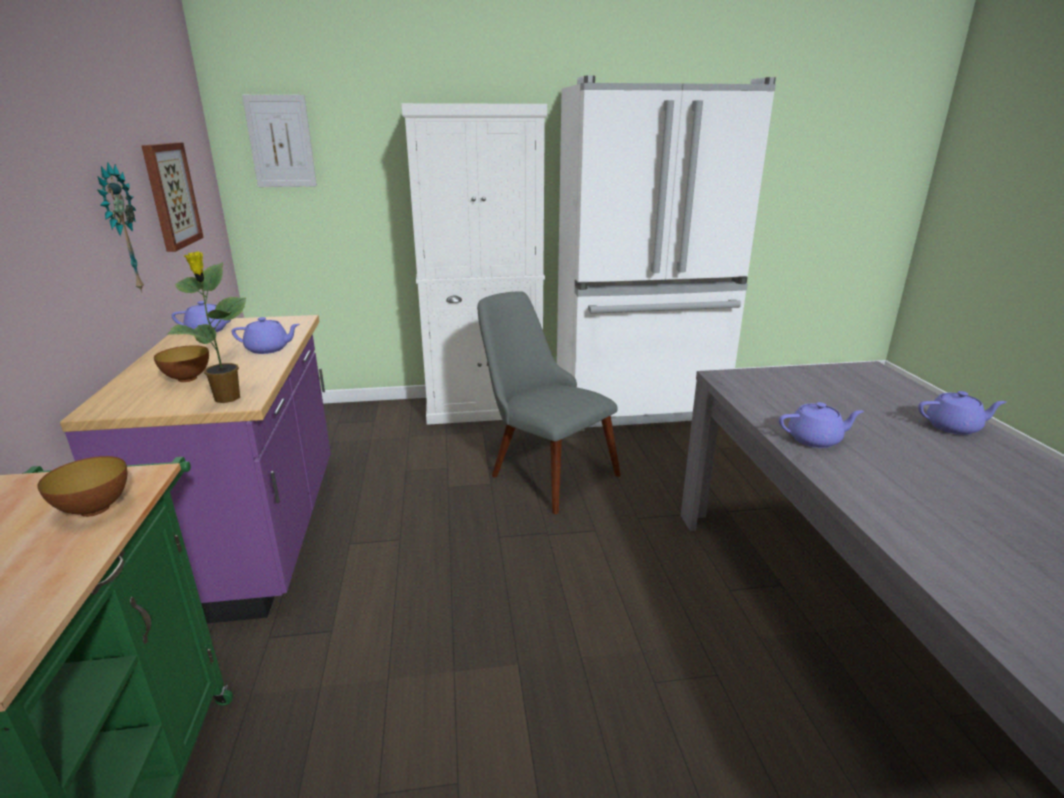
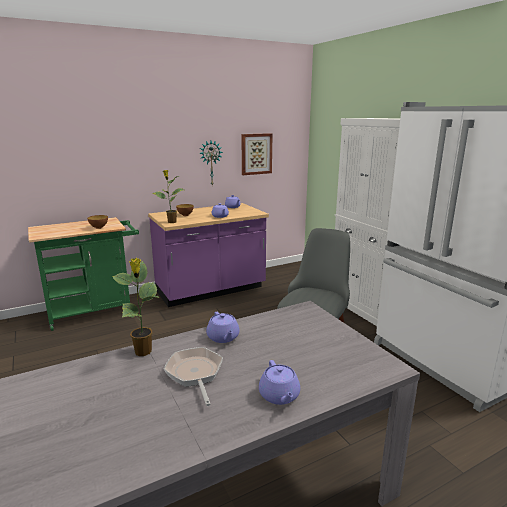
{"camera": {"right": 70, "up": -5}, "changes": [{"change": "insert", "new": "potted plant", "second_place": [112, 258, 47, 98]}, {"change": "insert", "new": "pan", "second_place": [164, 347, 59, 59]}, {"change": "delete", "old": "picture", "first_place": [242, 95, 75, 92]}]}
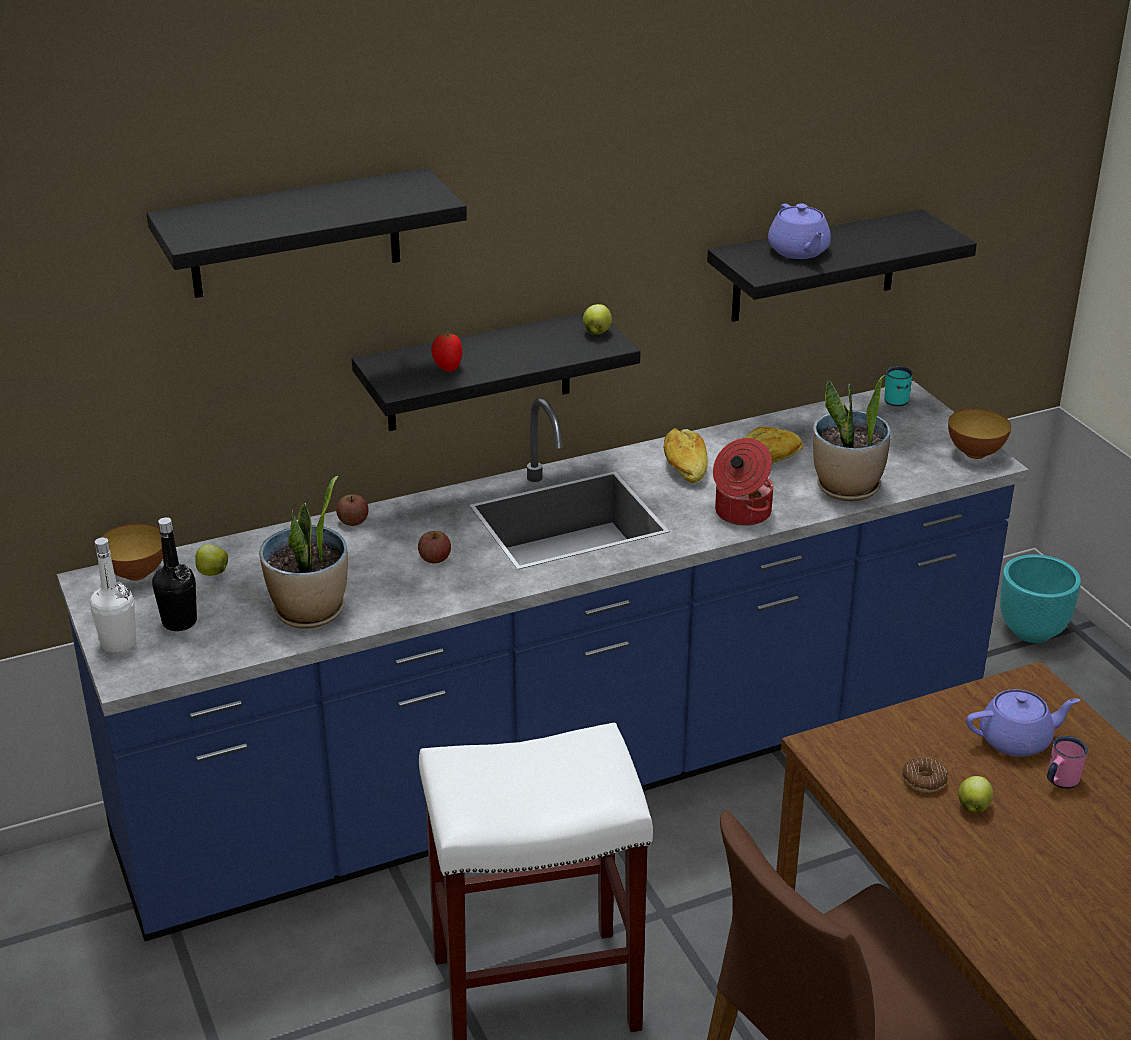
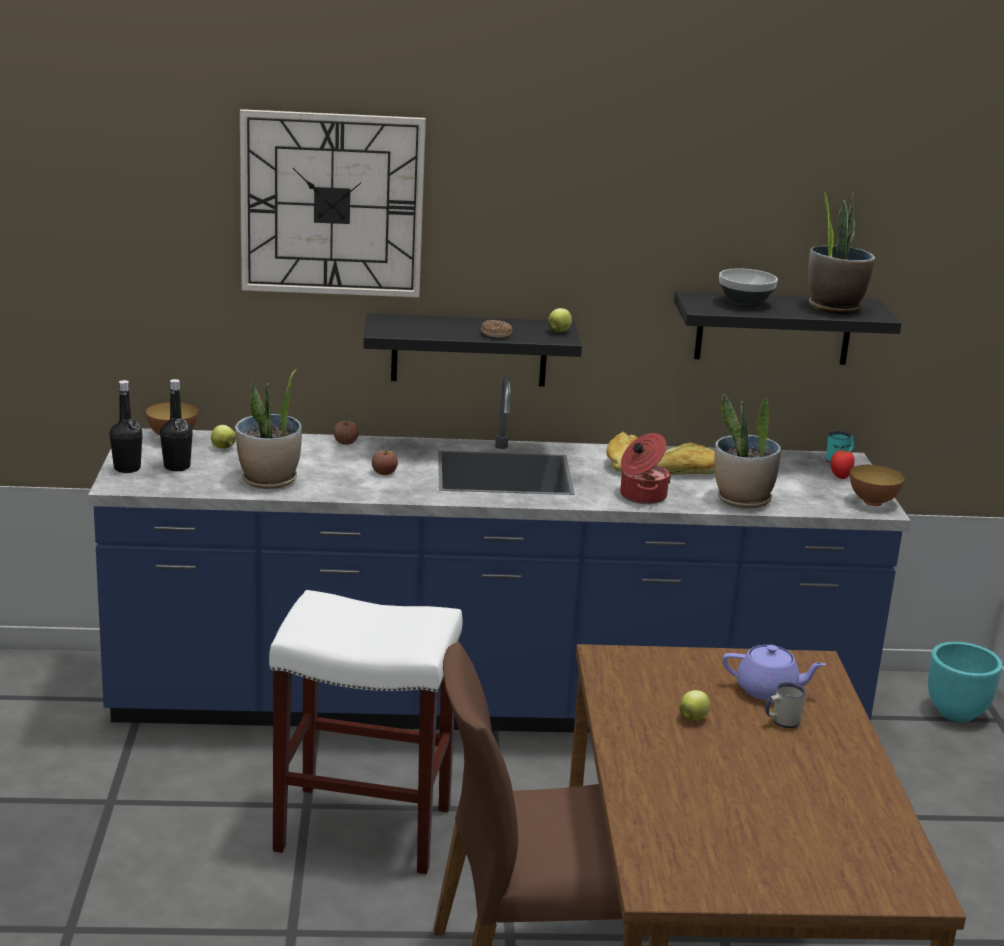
{"camera": {"right": 20, "up": -10}, "changes": [{"change": "recolor", "old": "drink bottle (white)", "new": "drink bottle (blackish)", "first_place": [90, 537, 46, 116], "second_place": [109, 380, 33, 93]}, {"change": "replace", "old": "wall shelf (blackish)", "new": "wall clock", "first_place": [146, 168, 321, 130], "second_place": [240, 109, 186, 188]}, {"change": "move", "old": "donut", "first_place": [902, 758, 46, 35], "second_place": [481, 320, 32, 18]}, {"change": "replace", "old": "pot for tea (purplish)", "new": "deep dish", "first_place": [768, 203, 63, 56], "second_place": [719, 268, 59, 40]}, {"change": "recolor", "old": "coffee mug (pink)", "new": "coffee mug (white)", "first_place": [1047, 736, 41, 53], "second_place": [765, 682, 41, 46]}, {"change": "insert", "new": "potted plant", "second_place": [808, 188, 67, 127]}, {"change": "move", "old": "whole tomato", "first_place": [431, 333, 31, 39], "second_place": [831, 450, 24, 29]}]}
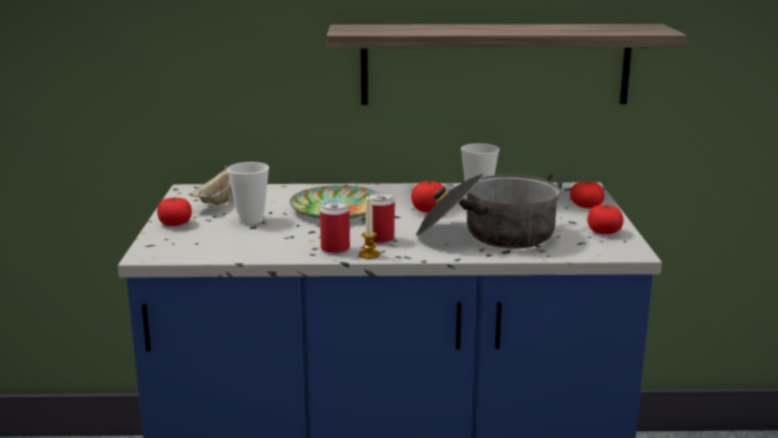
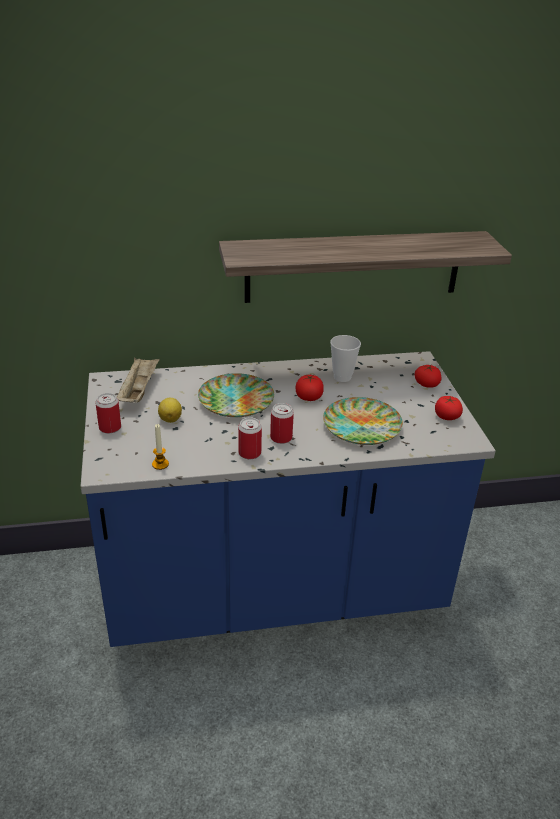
{"camera": {"right": -10, "up": 15}, "changes": [{"change": "replace", "old": "whole tomato", "new": "can", "first_place": [157, 197, 35, 29], "second_place": [95, 393, 26, 40]}, {"change": "move", "old": "wax candle", "first_place": [359, 196, 21, 63], "second_place": [152, 424, 17, 46]}, {"change": "replace", "old": "cup", "new": "lemon", "first_place": [227, 162, 42, 62], "second_place": [158, 398, 24, 25]}, {"change": "replace", "old": "stockpot", "new": "flat dish", "first_place": [416, 173, 147, 76], "second_place": [323, 397, 80, 48]}]}
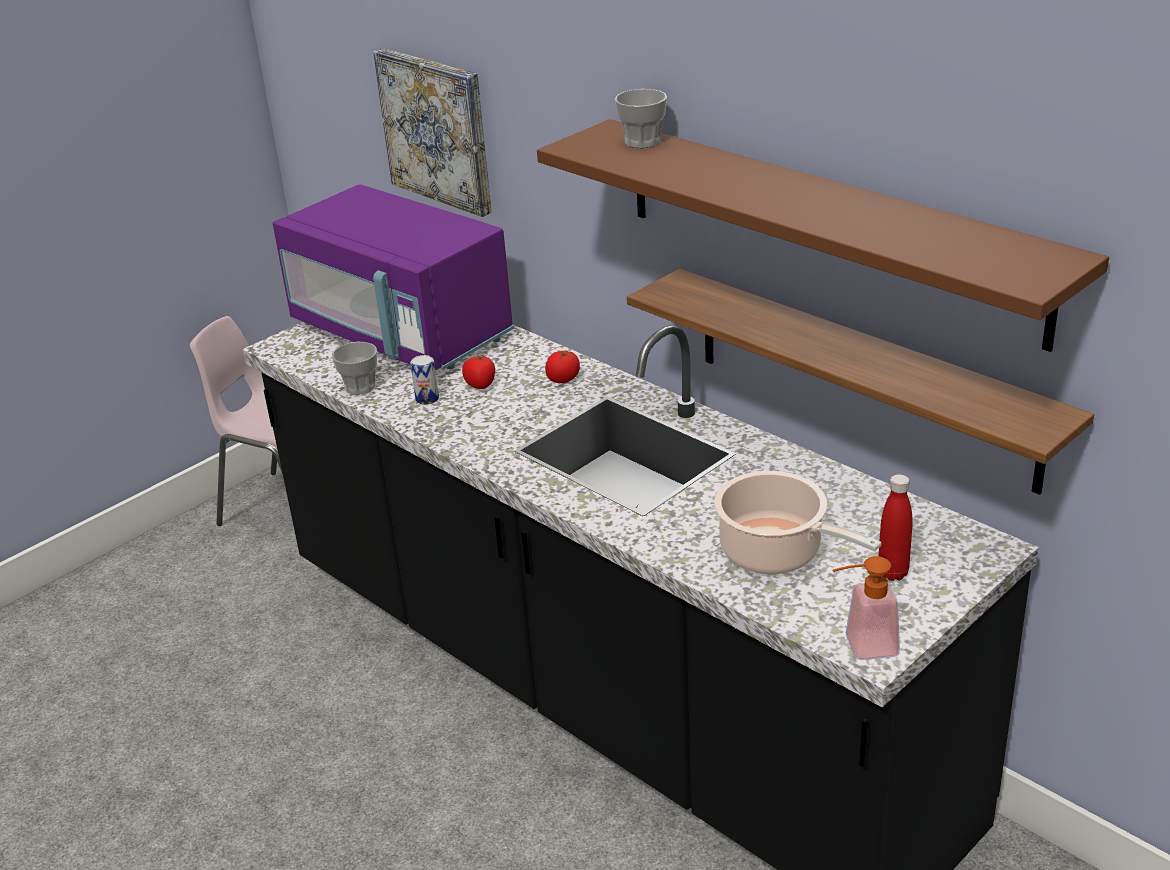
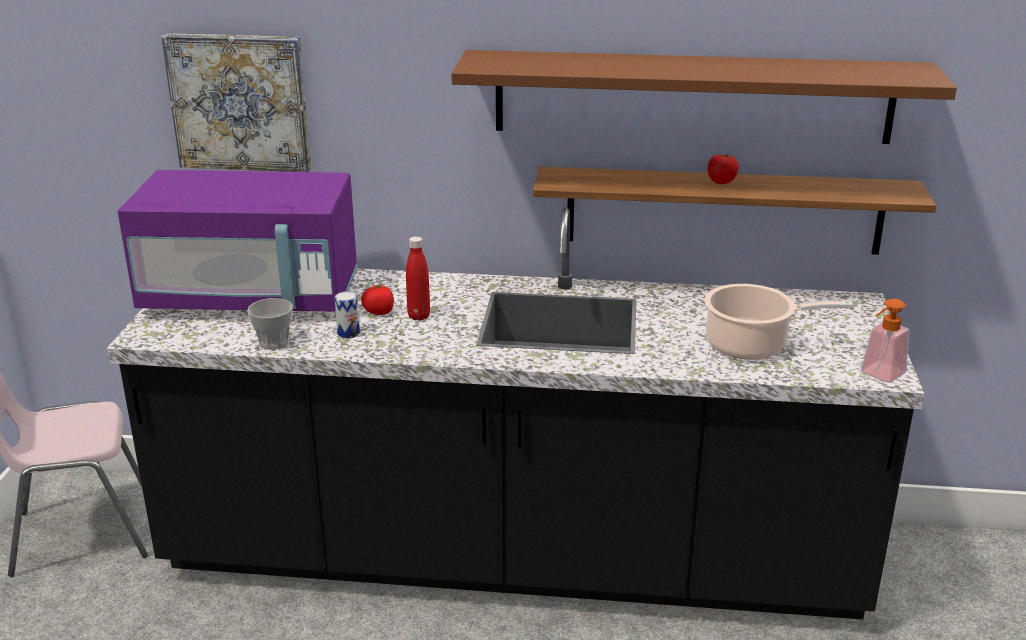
{"camera": {"right": -40, "up": -5}, "changes": [{"change": "move", "old": "drink bottle (red-coloured)", "first_place": [878, 474, 35, 107], "second_place": [406, 236, 24, 85]}, {"change": "move", "old": "whole tomato", "first_place": [545, 351, 35, 32], "second_place": [708, 154, 31, 30]}, {"change": "delete", "old": "cup", "first_place": [615, 89, 52, 59]}]}
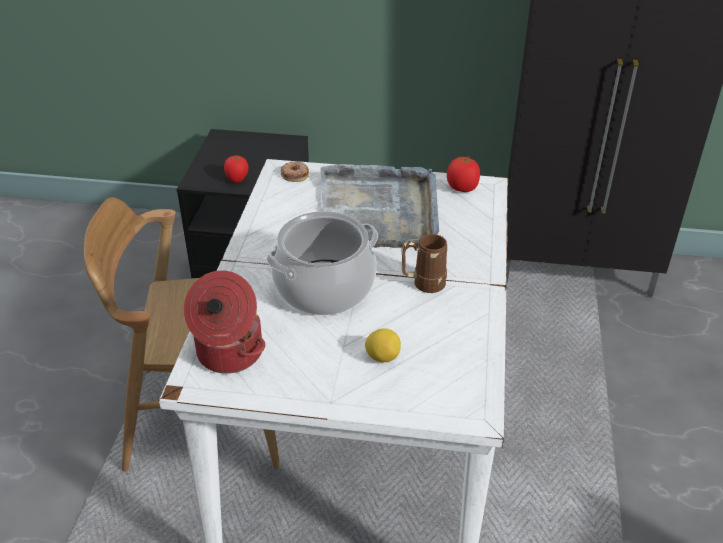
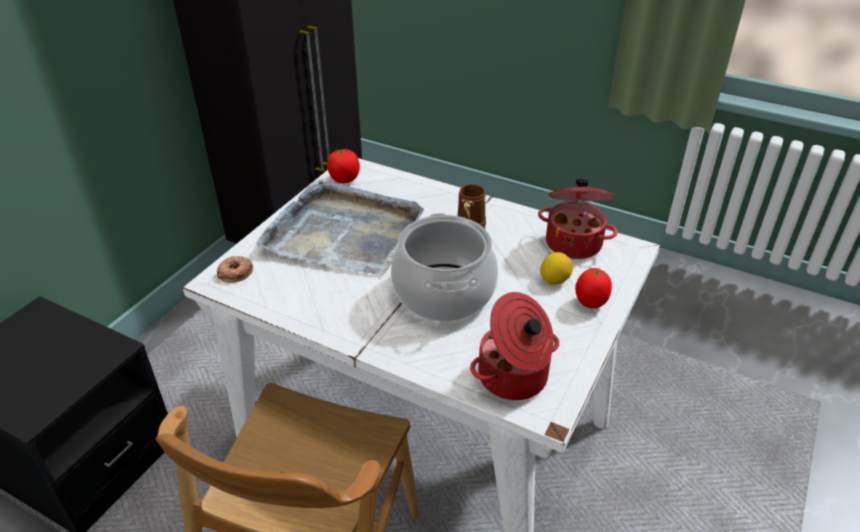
{"camera": {"right": -70, "up": 0}, "changes": [{"change": "insert", "new": "stockpot", "second_place": [538, 179, 80, 80]}, {"change": "move", "old": "whole tomato", "first_place": [224, 156, 25, 27], "second_place": [575, 268, 37, 40]}]}
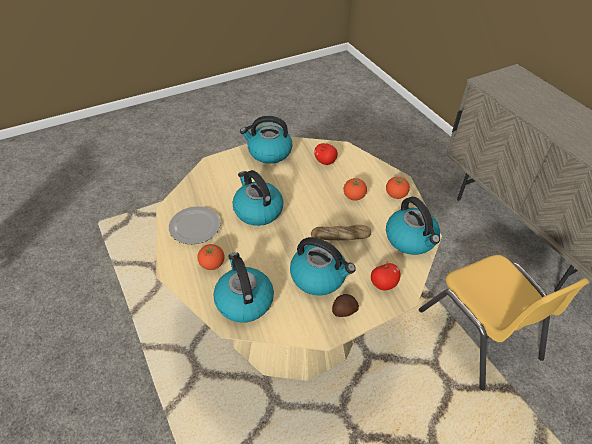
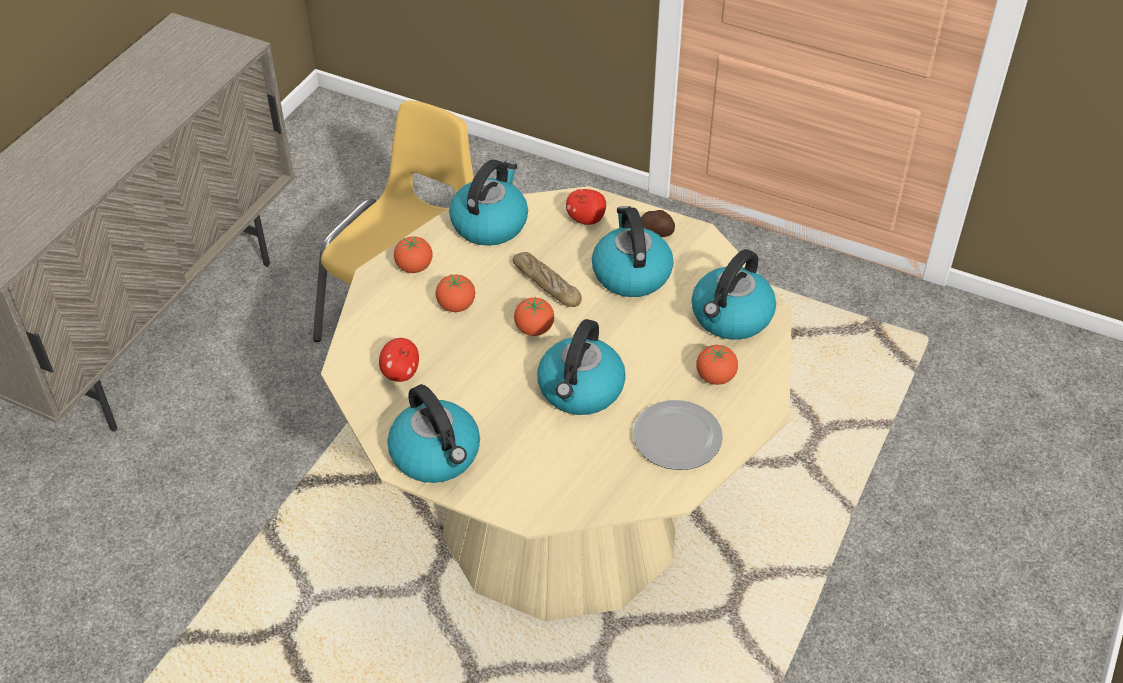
{"camera": {"right": -125, "up": 0}, "changes": [{"change": "insert", "new": "whole tomato", "second_place": [514, 296, 40, 40]}]}
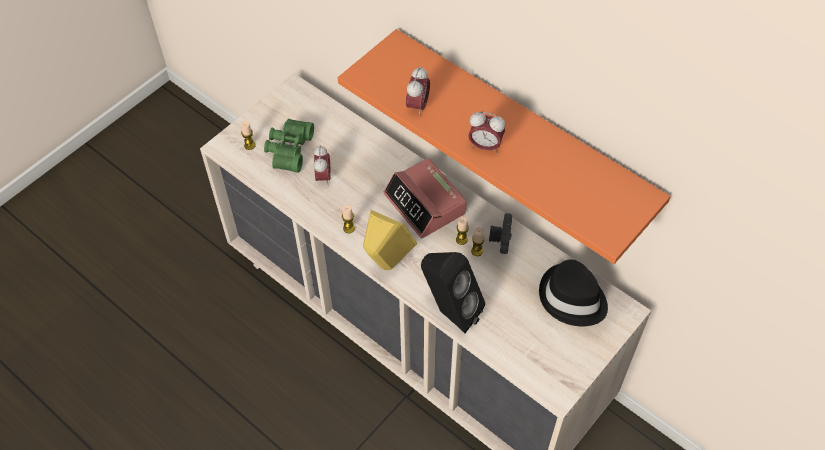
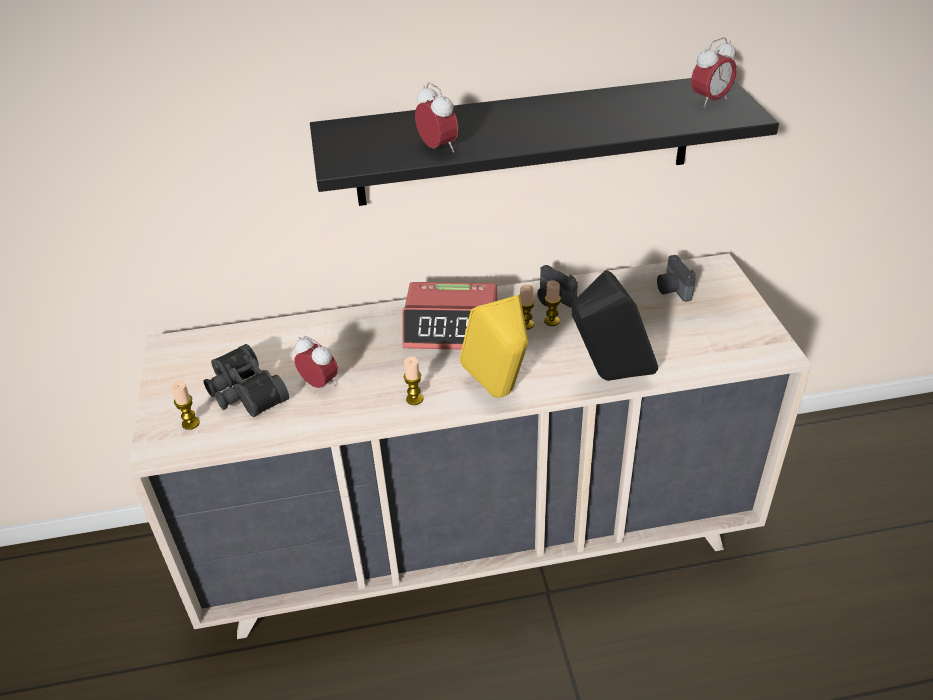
{"camera": {"right": -50, "up": -15}, "changes": [{"change": "recolor", "old": "pair of binoculars (green-coloured)", "new": "pair of binoculars (blackish)", "first_place": [264, 119, 50, 54], "second_place": [203, 344, 86, 73]}, {"change": "recolor", "old": "wall shelf (orange-coloured)", "new": "wall shelf (blackish)", "first_place": [338, 29, 333, 235], "second_place": [310, 78, 469, 128]}, {"change": "replace", "old": "clothing hat (blackish)", "new": "still camera", "first_place": [539, 259, 69, 67], "second_place": [657, 255, 39, 47]}, {"change": "move", "old": "table clock", "first_place": [468, 112, 37, 41], "second_place": [691, 37, 46, 71]}]}
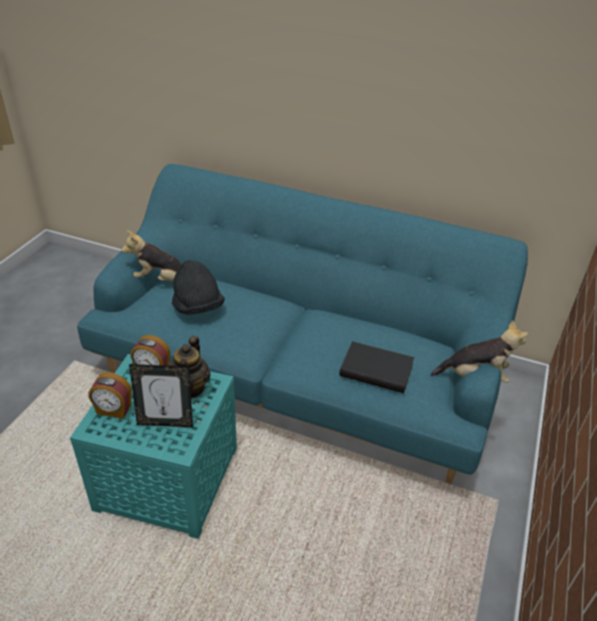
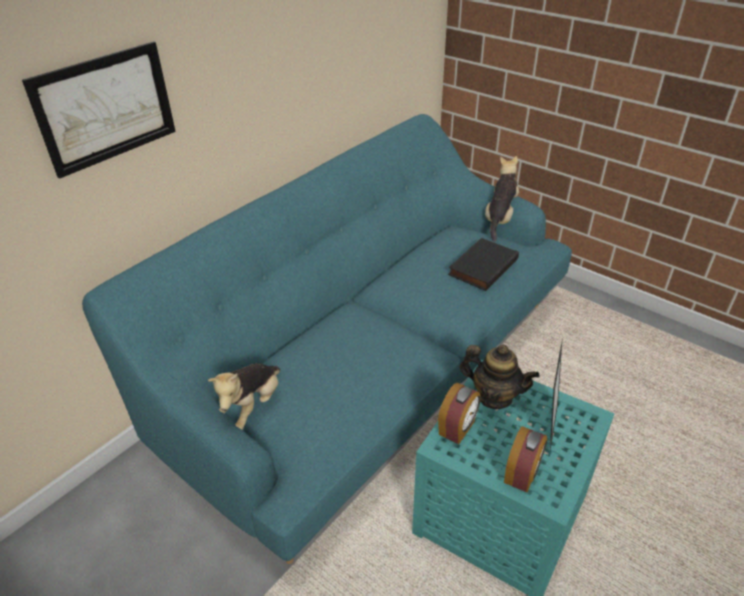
{"camera": {"right": -70, "up": 0}, "changes": [{"change": "insert", "new": "picture", "second_place": [22, 41, 154, 138]}, {"change": "delete", "old": "clothing hat (blackish)", "first_place": [172, 260, 53, 55]}]}
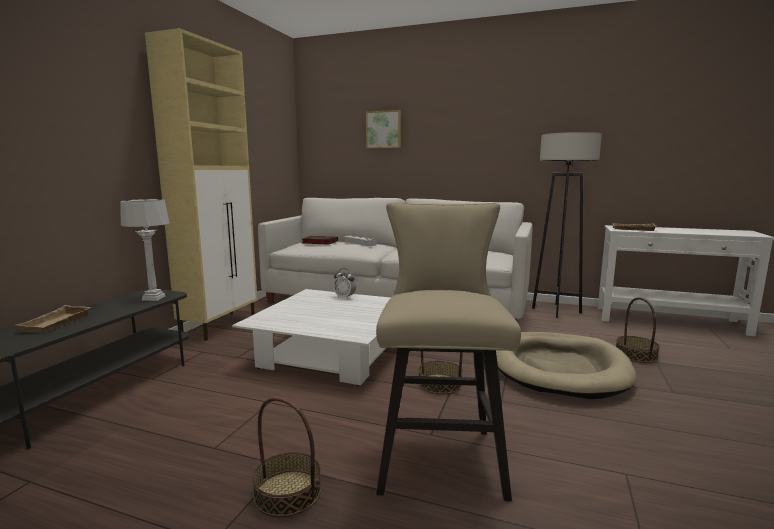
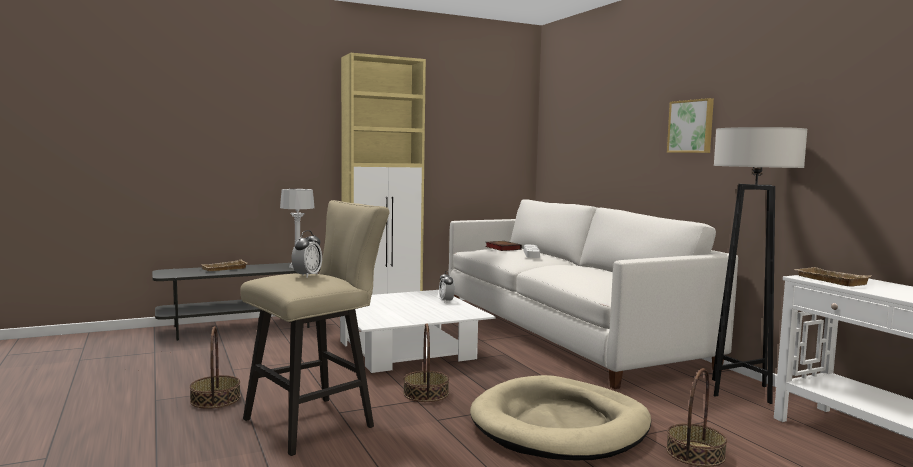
{"camera": {"right": 45, "up": -5}, "changes": [{"change": "insert", "new": "table clock", "second_place": [292, 230, 30, 48]}, {"change": "move", "old": "picture", "first_place": [366, 110, 35, 38], "second_place": [667, 98, 47, 55]}]}
